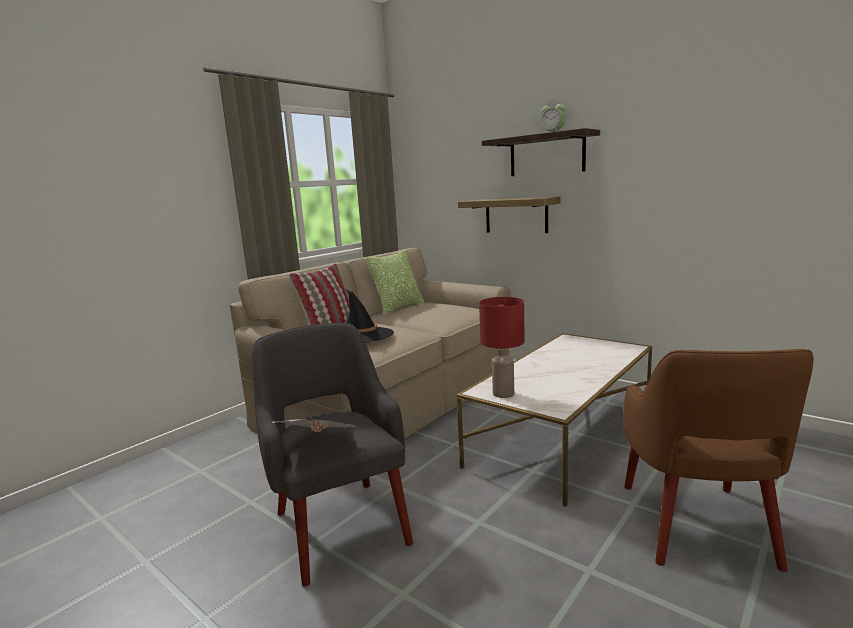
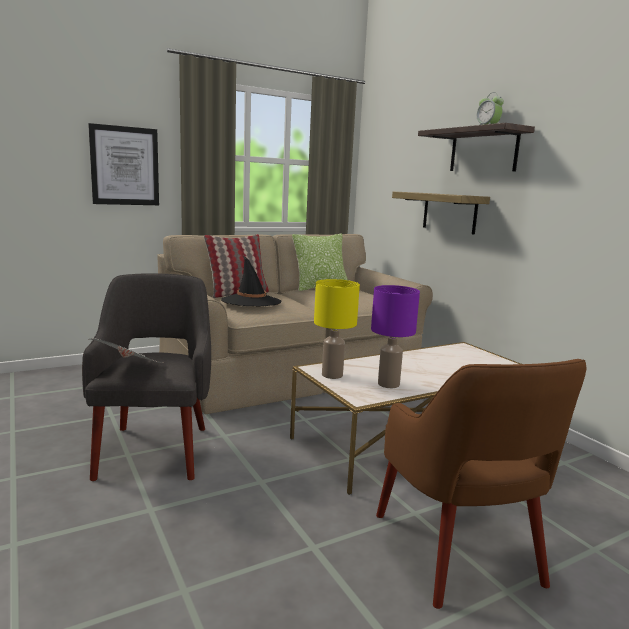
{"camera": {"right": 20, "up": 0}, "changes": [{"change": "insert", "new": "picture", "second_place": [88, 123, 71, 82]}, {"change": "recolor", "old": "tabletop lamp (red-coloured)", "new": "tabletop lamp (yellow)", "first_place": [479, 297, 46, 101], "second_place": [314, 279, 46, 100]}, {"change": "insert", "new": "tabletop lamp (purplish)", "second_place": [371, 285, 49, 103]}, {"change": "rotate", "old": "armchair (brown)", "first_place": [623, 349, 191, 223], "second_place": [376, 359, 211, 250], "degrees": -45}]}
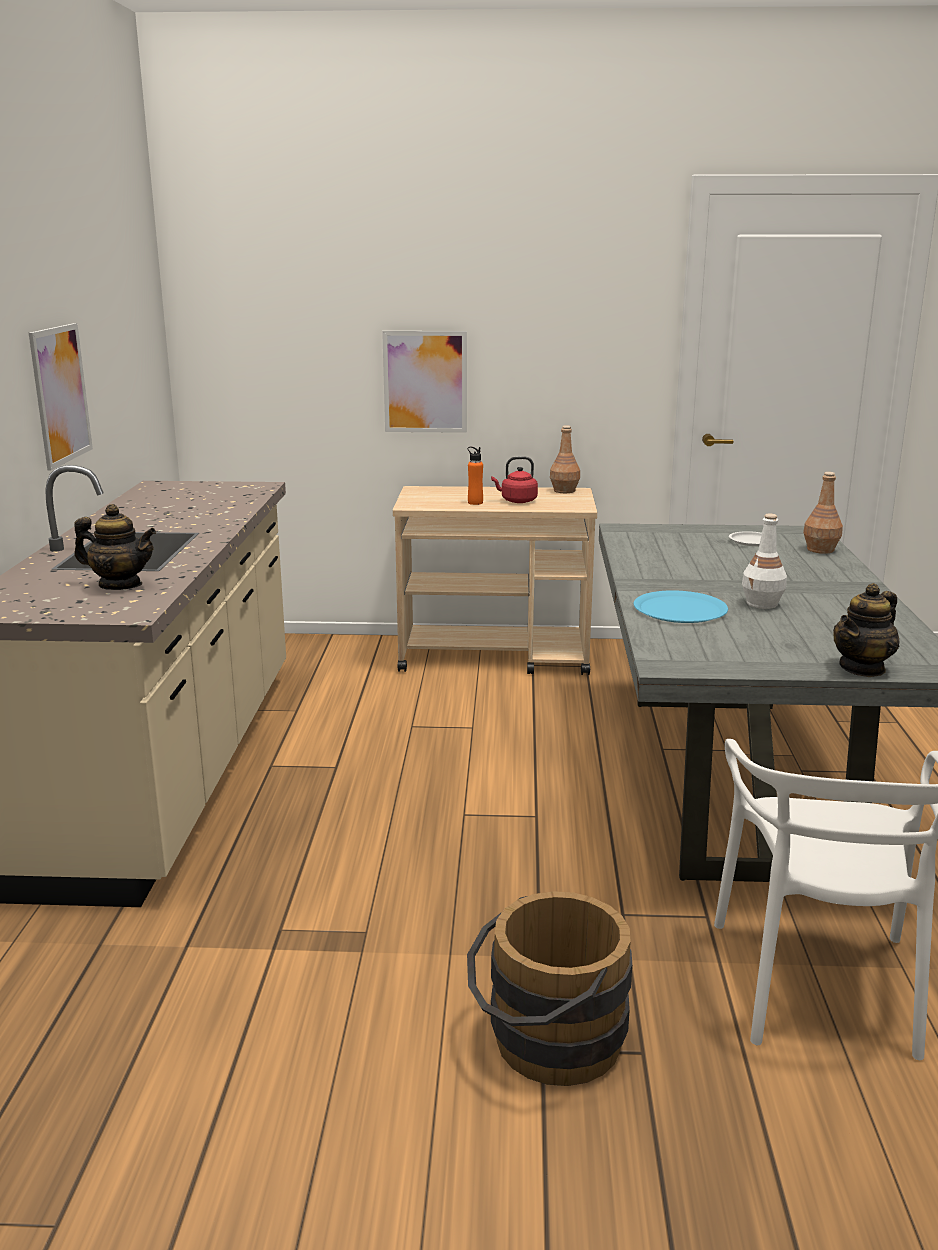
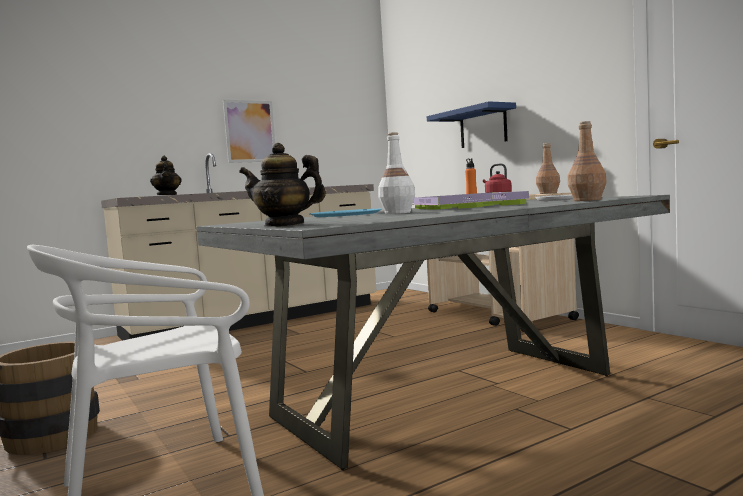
{"camera": {"right": 55, "up": -15}, "changes": [{"change": "insert", "new": "carrying tray (purplish)", "second_place": [412, 191, 119, 19]}, {"change": "replace", "old": "picture", "new": "wall shelf (blue-coloured)", "first_place": [382, 331, 85, 102], "second_place": [427, 101, 89, 47]}]}
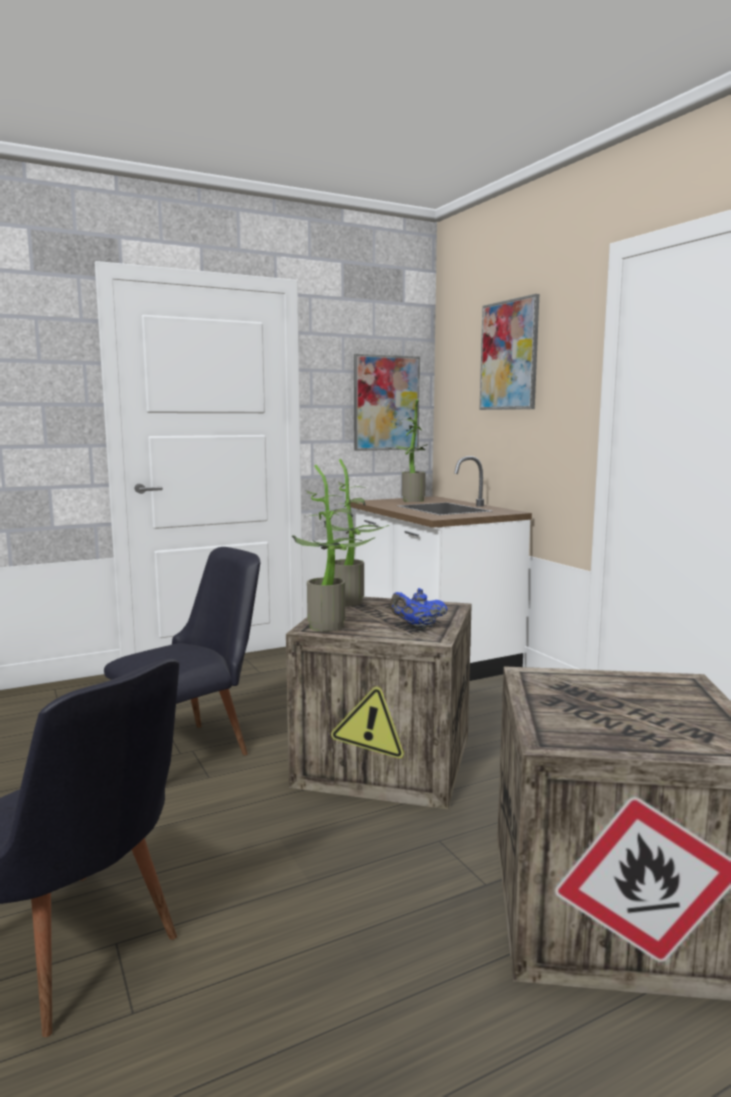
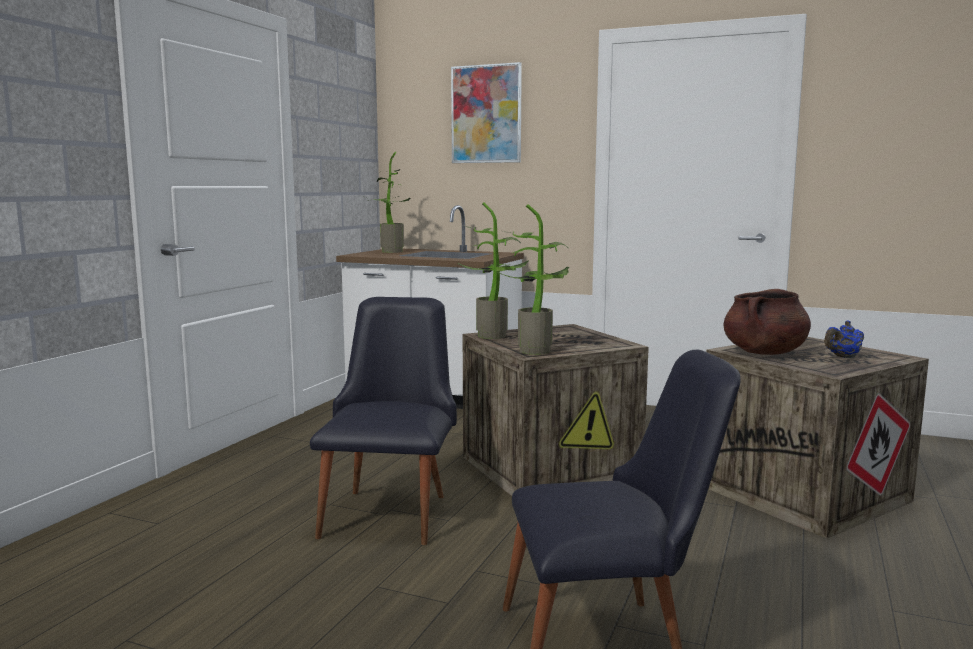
{"camera": {"right": -40, "up": 0}, "changes": [{"change": "insert", "new": "stockpot (brown)", "second_place": [724, 289, 87, 66]}, {"change": "move", "old": "pot for tea (blue-coloured)", "first_place": [390, 588, 57, 41], "second_place": [824, 320, 40, 38]}, {"change": "delete", "old": "picture", "first_place": [354, 354, 66, 97]}]}
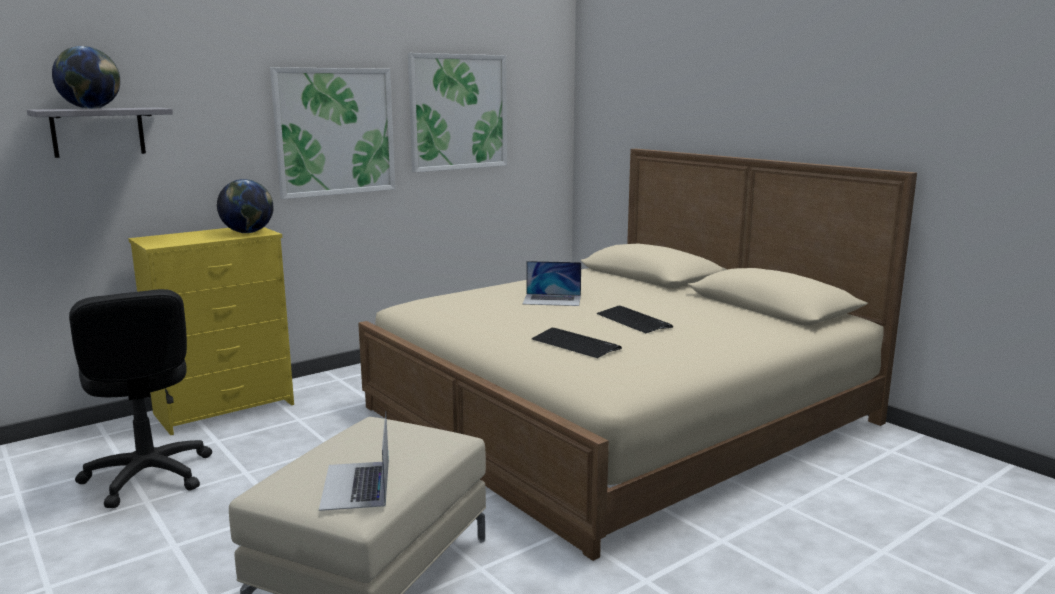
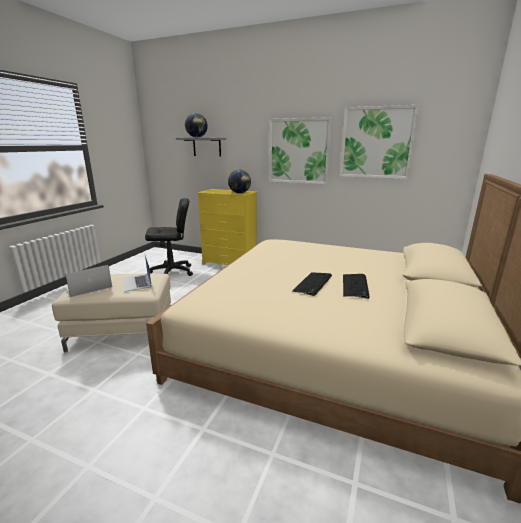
{"camera": {"right": 60, "up": 5}, "changes": [{"change": "move", "old": "portable computer", "first_place": [523, 261, 58, 45], "second_place": [123, 255, 29, 37]}, {"change": "rotate", "old": "office chair (blackish)", "first_place": [69, 289, 143, 219], "second_place": [145, 198, 48, 78], "degrees": -135}, {"change": "move", "old": "keyboard", "first_place": [532, 328, 90, 30], "second_place": [343, 274, 26, 25]}]}
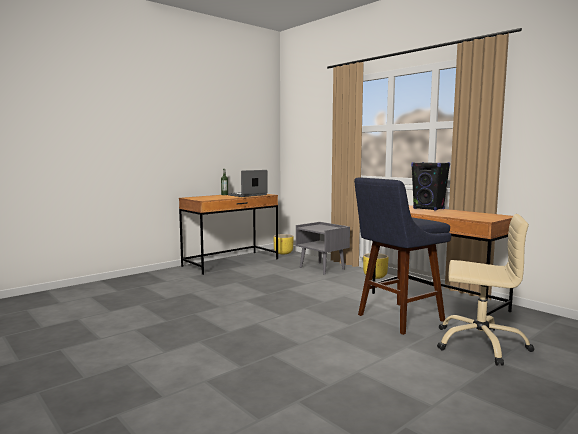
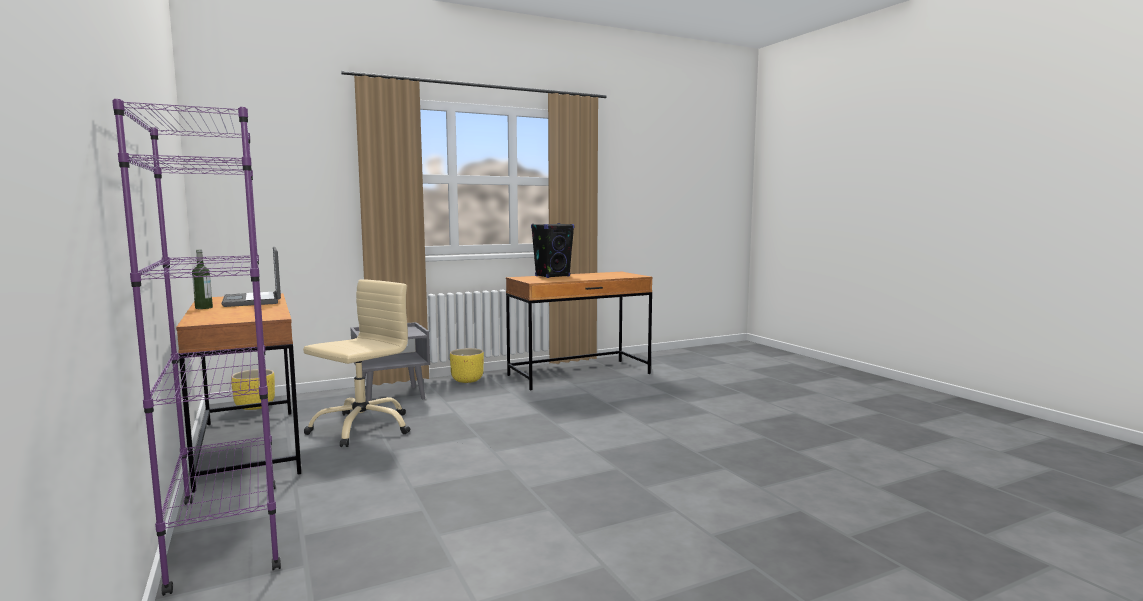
{"camera": {"right": -75, "up": 0}, "changes": [{"change": "insert", "new": "bookshelf (purplish)", "second_place": [112, 99, 169, 497]}, {"change": "move", "old": "office chair (sand-coloured)", "first_place": [437, 214, 97, 152], "second_place": [303, 279, 107, 168]}, {"change": "delete", "old": "sitting stool (blue-coloured)", "first_place": [354, 178, 97, 157]}]}
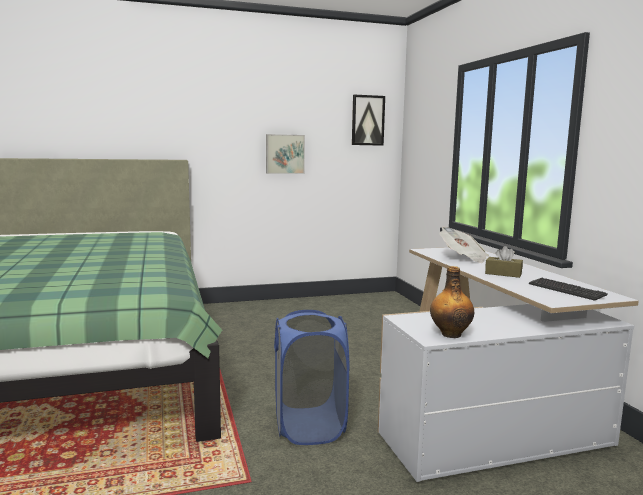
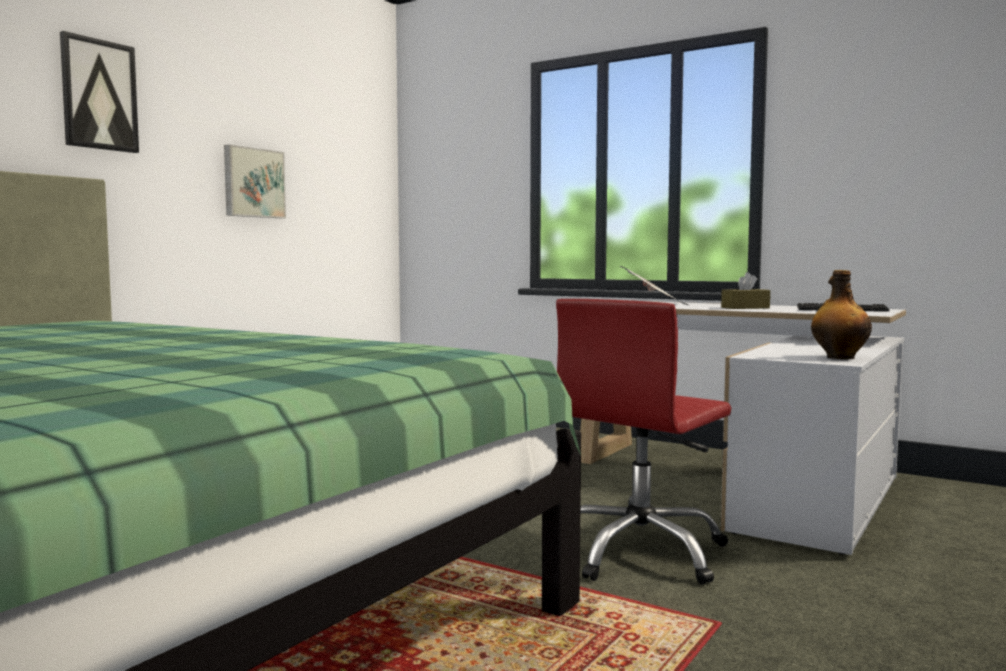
{"camera": {"right": -40, "up": -5}, "changes": [{"change": "move", "old": "picture", "first_place": [352, 95, 33, 51], "second_place": [60, 31, 79, 122]}, {"change": "replace", "old": "washing basket (blue-coloured)", "new": "office chair (red-coloured)", "first_place": [274, 310, 75, 135], "second_place": [556, 299, 175, 286]}]}
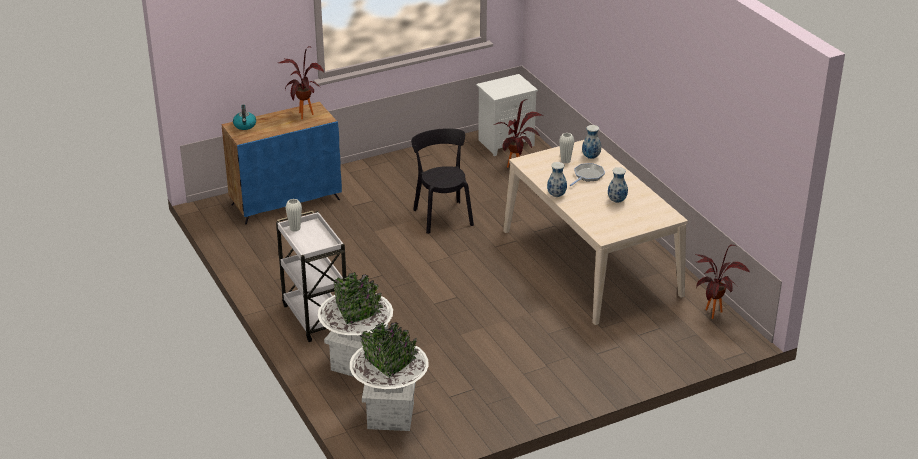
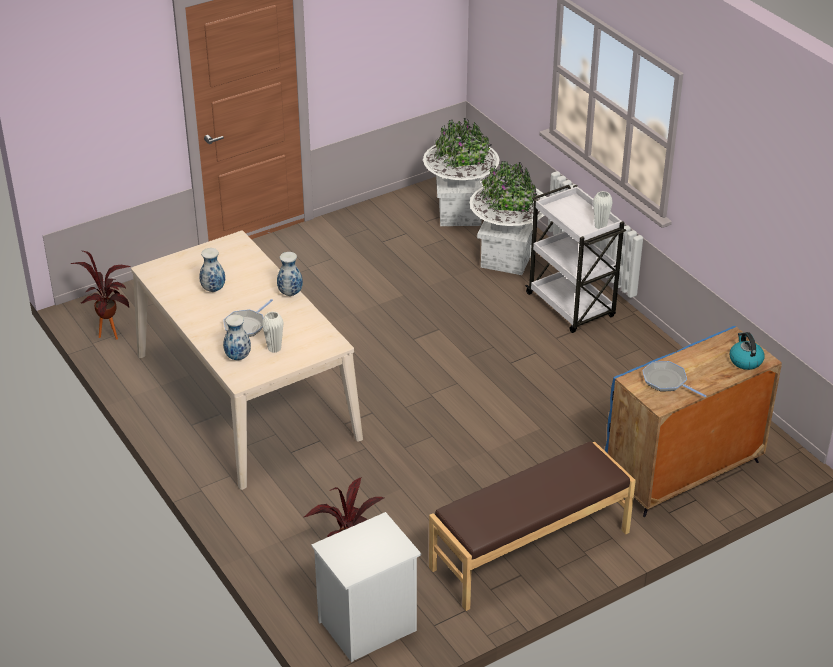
{"camera": {"right": 175, "up": 5}, "changes": [{"change": "insert", "new": "indoor bench (brown)", "second_place": [429, 441, 207, 170]}, {"change": "replace", "old": "potted plant", "new": "pan", "first_place": [279, 47, 45, 72], "second_place": [642, 361, 65, 36]}, {"change": "delete", "old": "upright chair (blackish)", "first_place": [411, 128, 63, 106]}]}
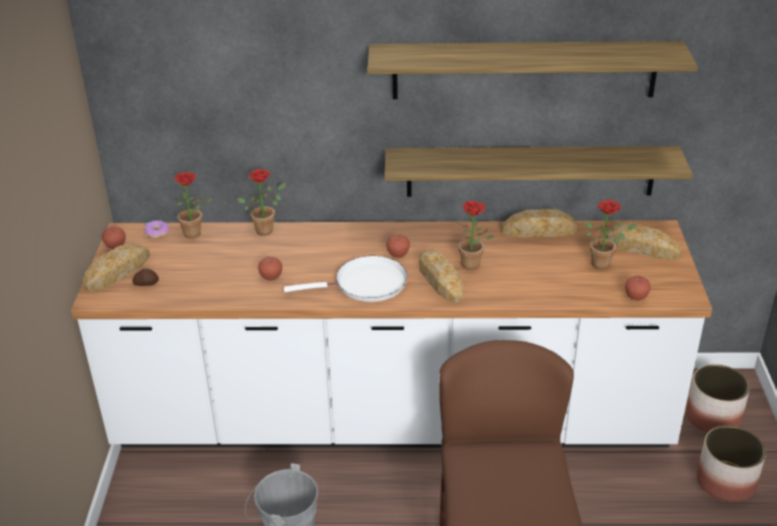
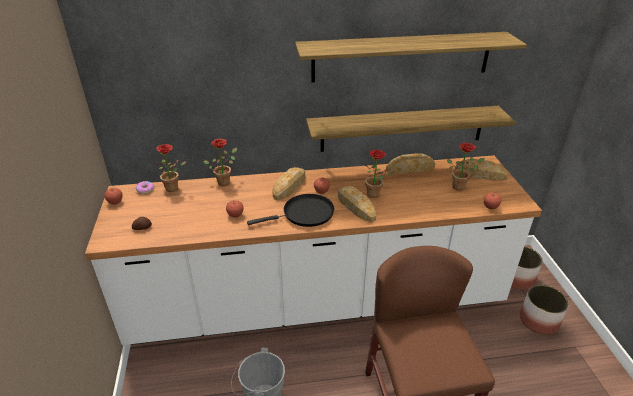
{"camera": {"right": -10, "up": 0}, "changes": [{"change": "recolor", "old": "pan (white)", "new": "pan (blackish)", "first_place": [283, 256, 124, 46], "second_place": [247, 194, 88, 33]}, {"change": "move", "old": "baked bread", "first_place": [83, 244, 67, 48], "second_place": [272, 167, 33, 33]}]}
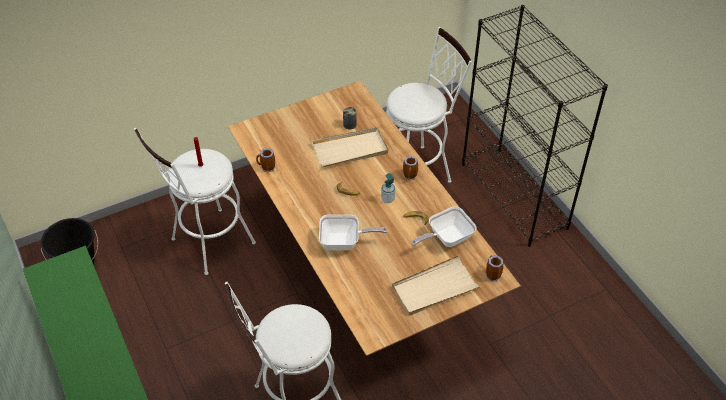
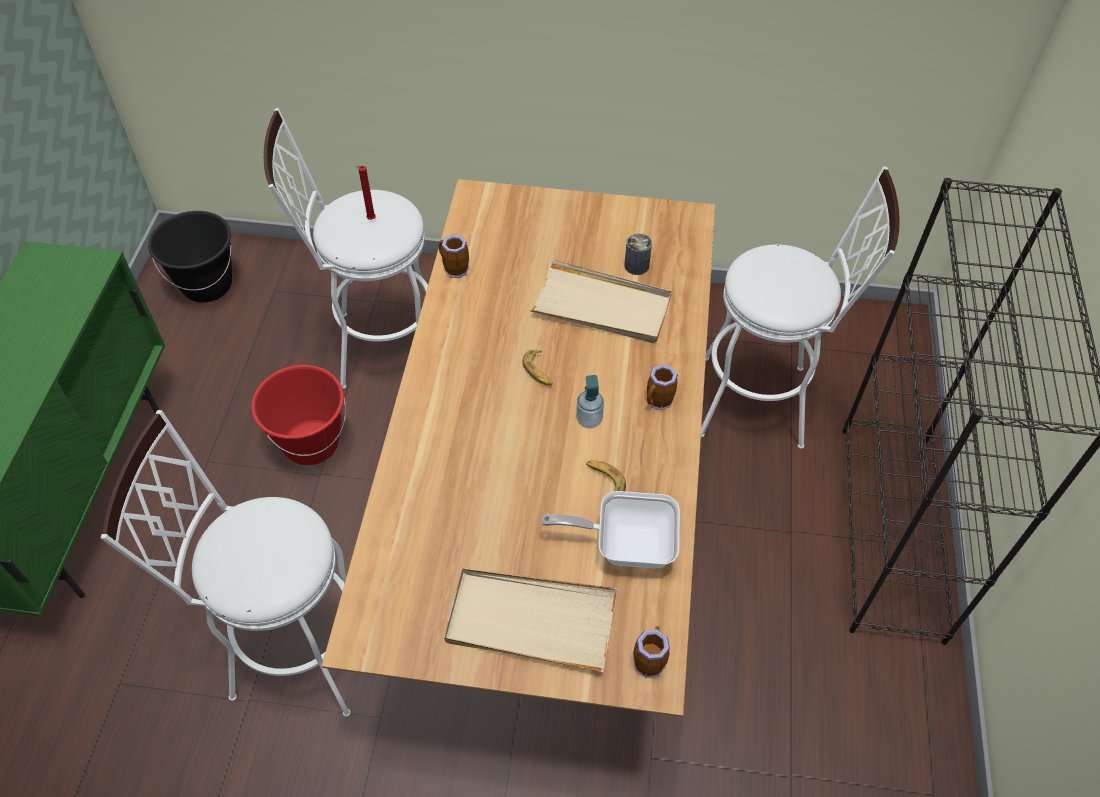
{"camera": {"right": 35, "up": 5}, "changes": [{"change": "insert", "new": "pail (red-coloured)", "second_place": [251, 365, 95, 100]}, {"change": "delete", "old": "pan", "first_place": [319, 215, 68, 35]}]}
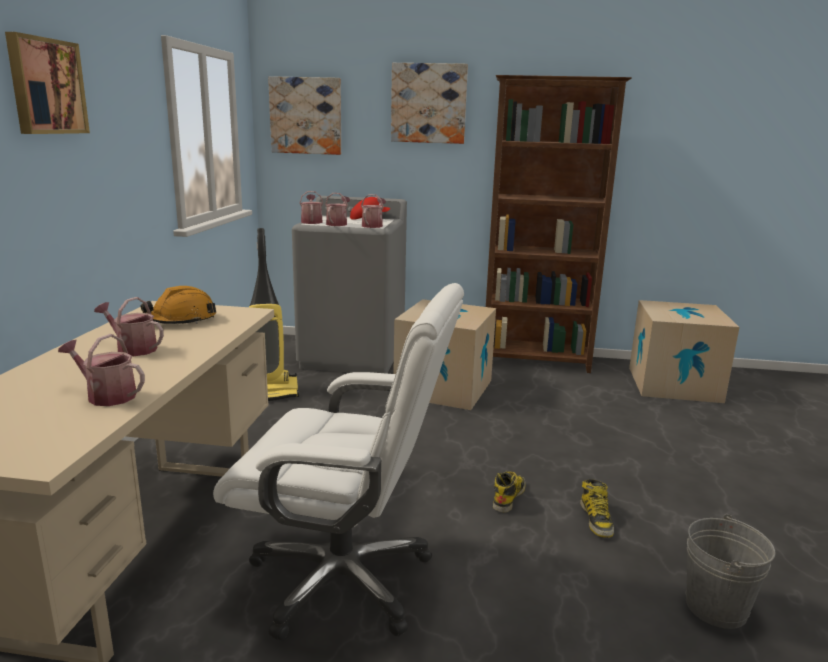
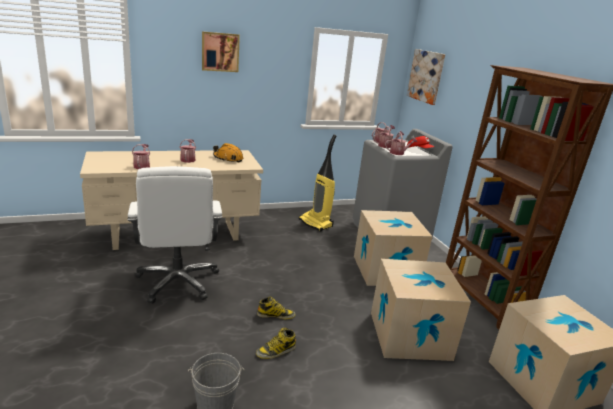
{"camera": {"right": 60, "up": 5}, "changes": [{"change": "insert", "new": "cardboard box", "second_place": [371, 259, 100, 102]}, {"change": "delete", "old": "picture", "first_place": [391, 63, 77, 81]}]}
